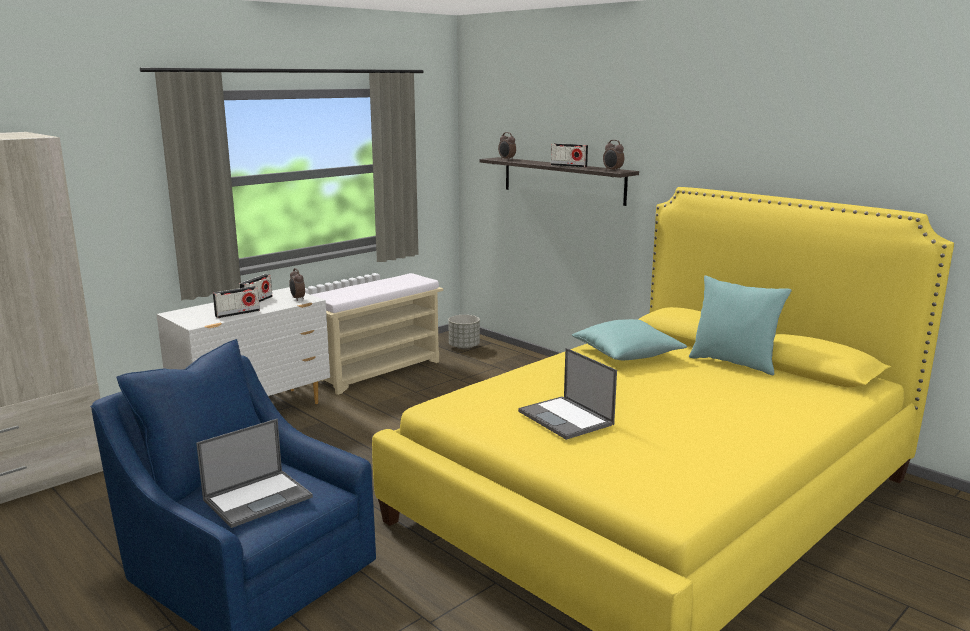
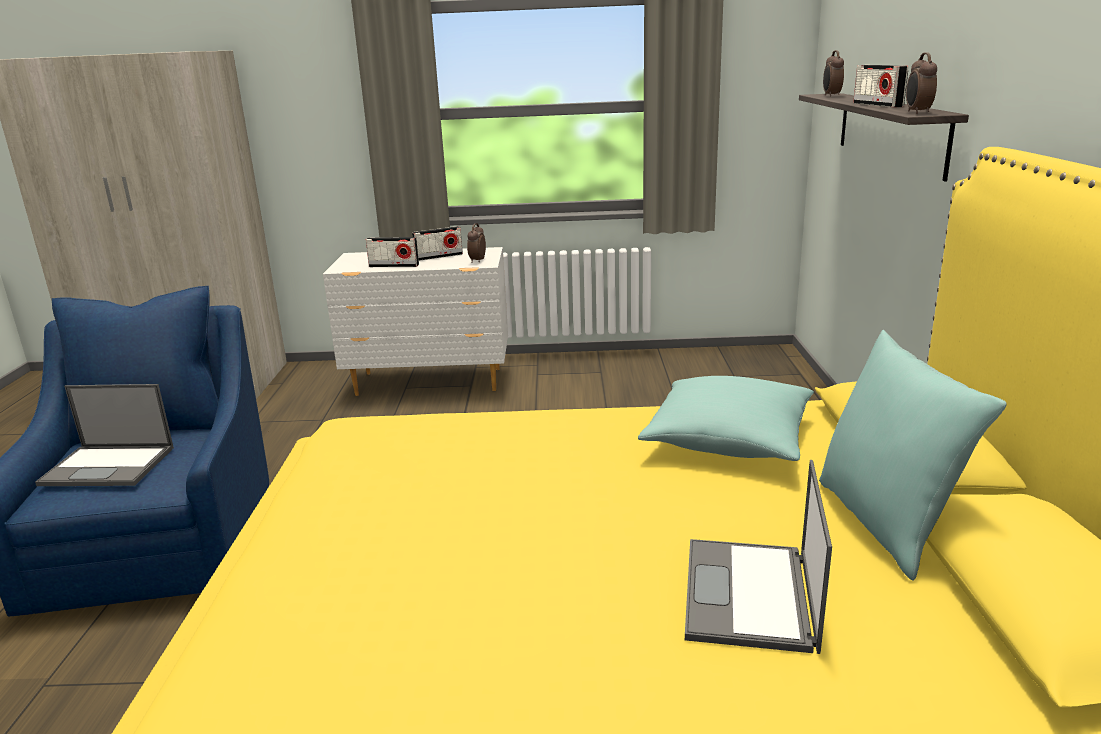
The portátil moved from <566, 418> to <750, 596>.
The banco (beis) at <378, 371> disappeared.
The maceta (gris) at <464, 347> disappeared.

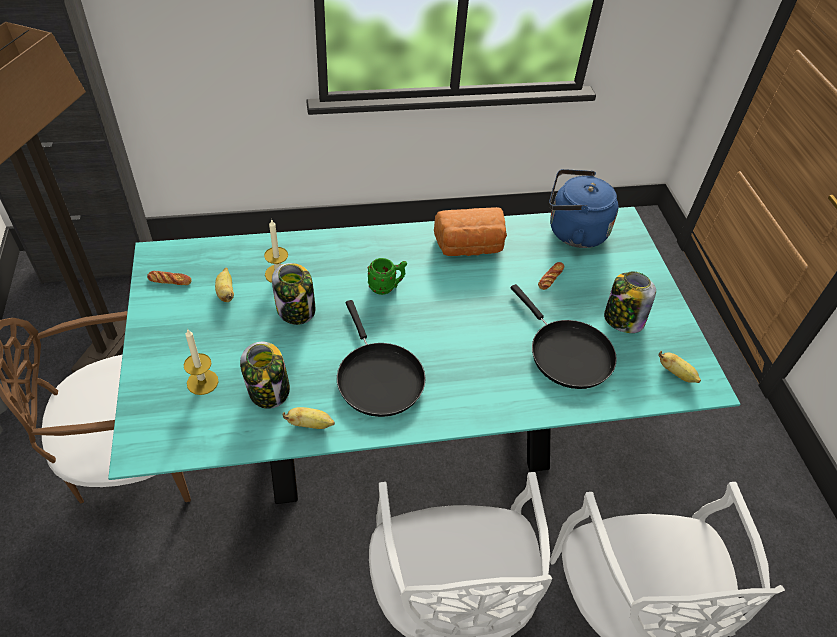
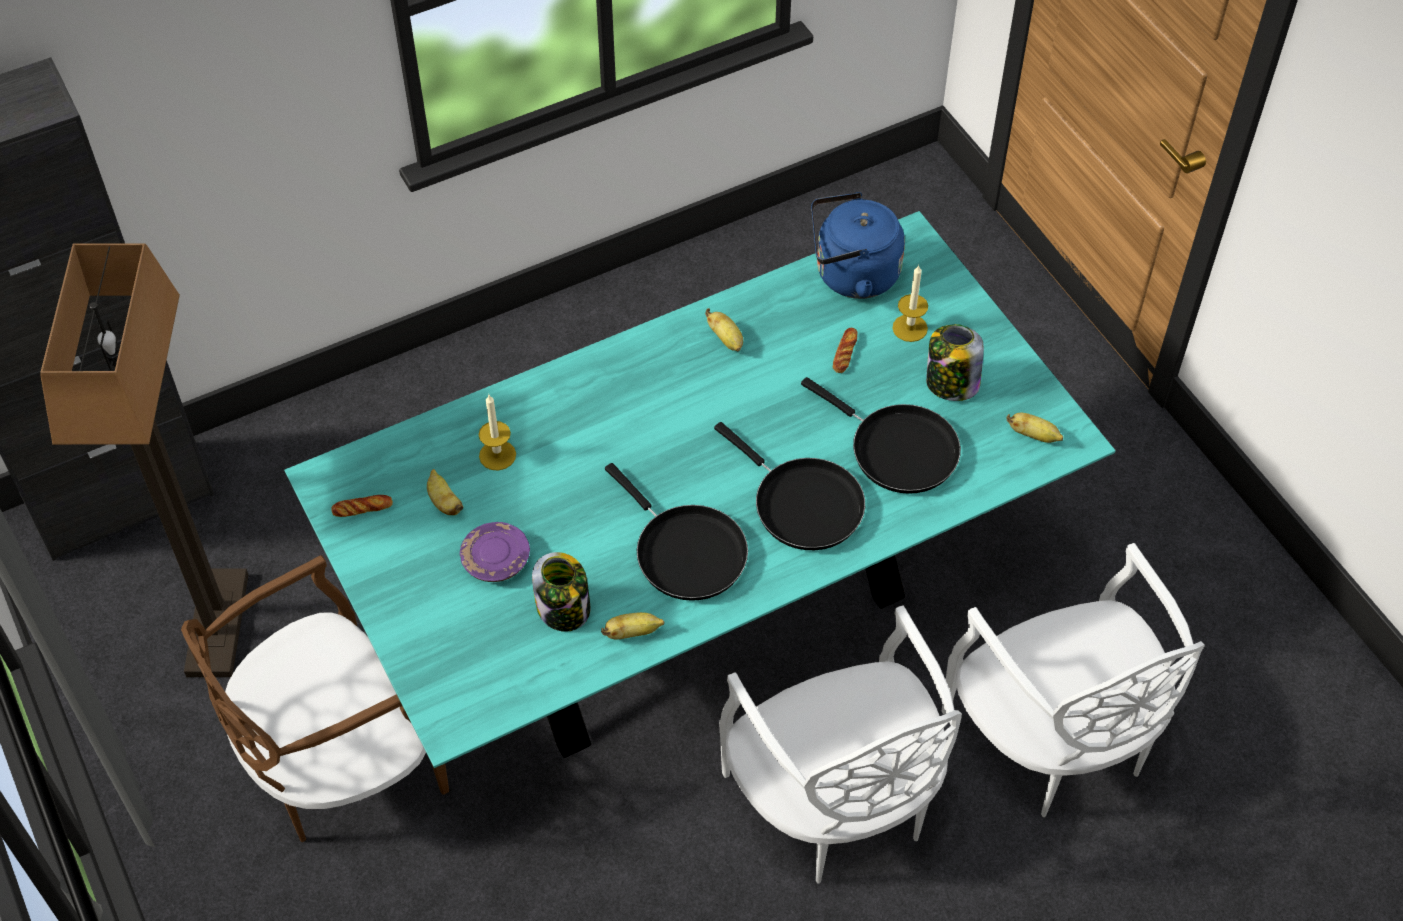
The plato (morado) at <496, 560> appeared.
The pan at <469, 247> was replaced by the plátano at <726, 339>.
The sartén (negro) at <802, 503> appeared.
The vela moved from <202, 382> to <910, 328>.
The tarro at <296, 310> disappeared.
The taza grande (verde) at <386, 287> disappeared.

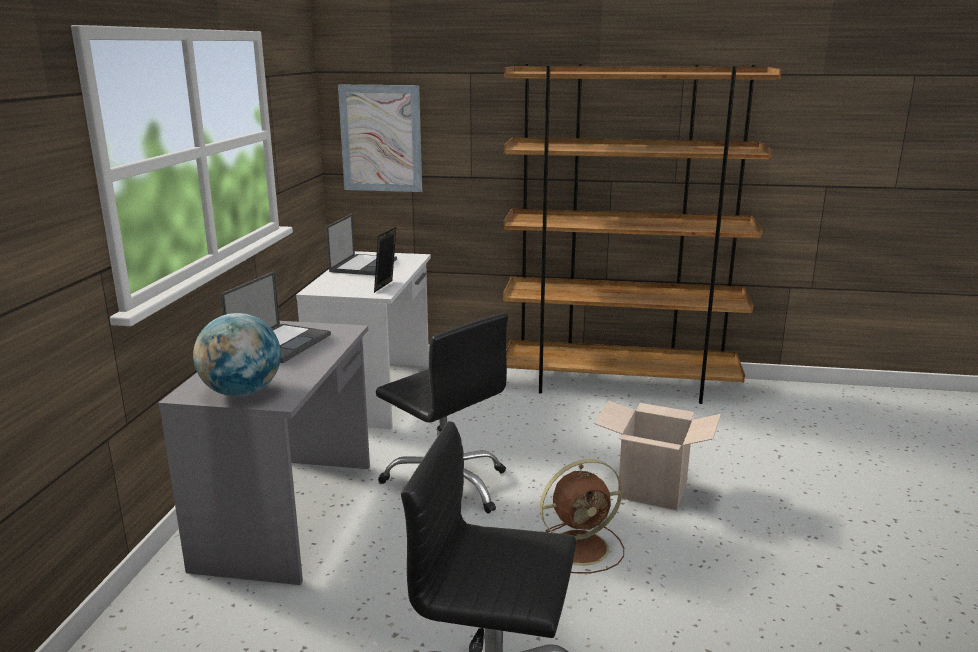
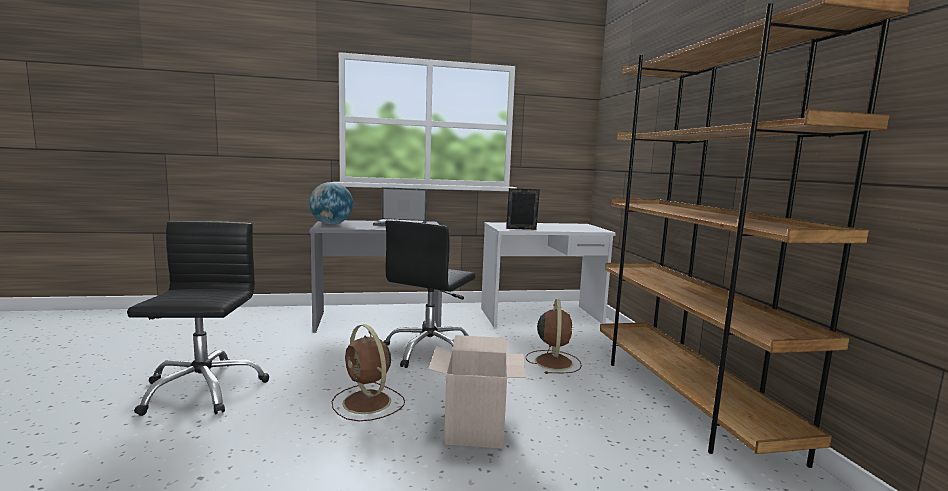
The ventilador (marrón) at <553, 361> appeared.
The portátil at <363, 265> disappeared.
The cuadro at <381, 138> disappeared.

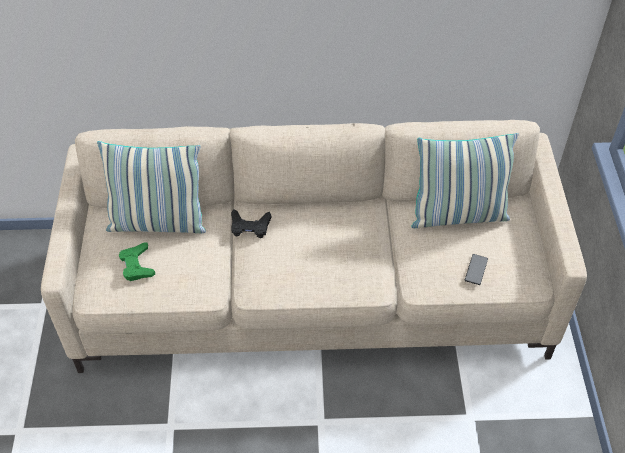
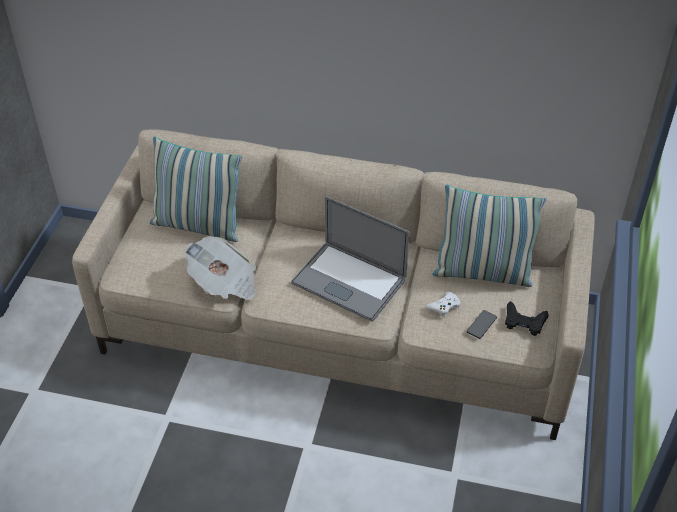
The periódico at <224, 283> appeared.
The portátil at <349, 281> appeared.
The mando de consola (blanco) at <444, 306> appeared.
The mando de consola (negro) moved from <250, 226> to <524, 322>.
The mando de consola (verde) at <137, 265> disappeared.

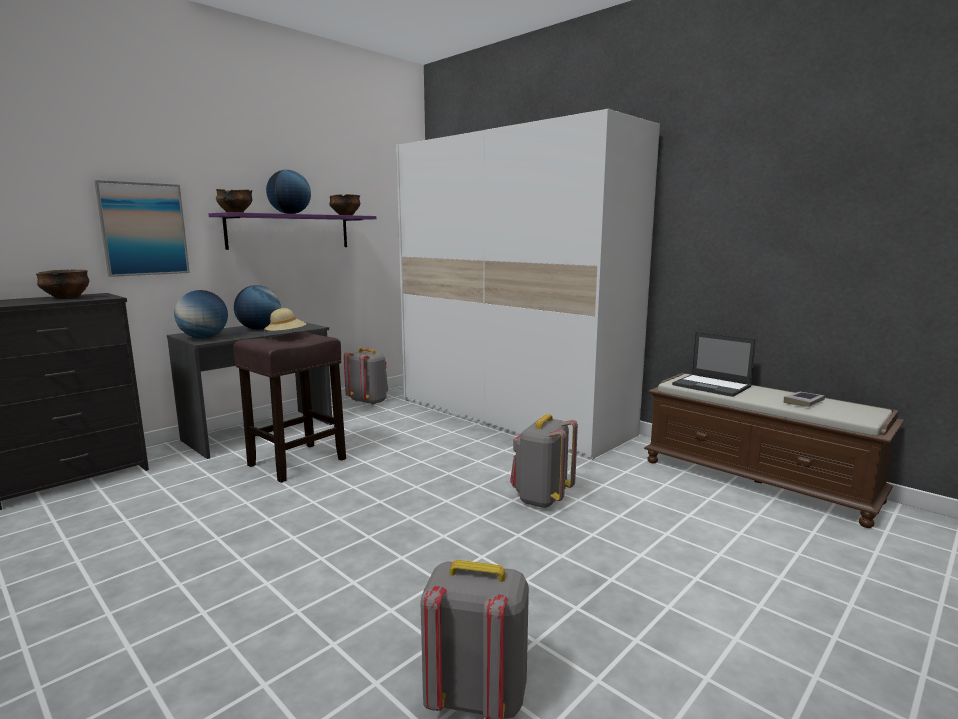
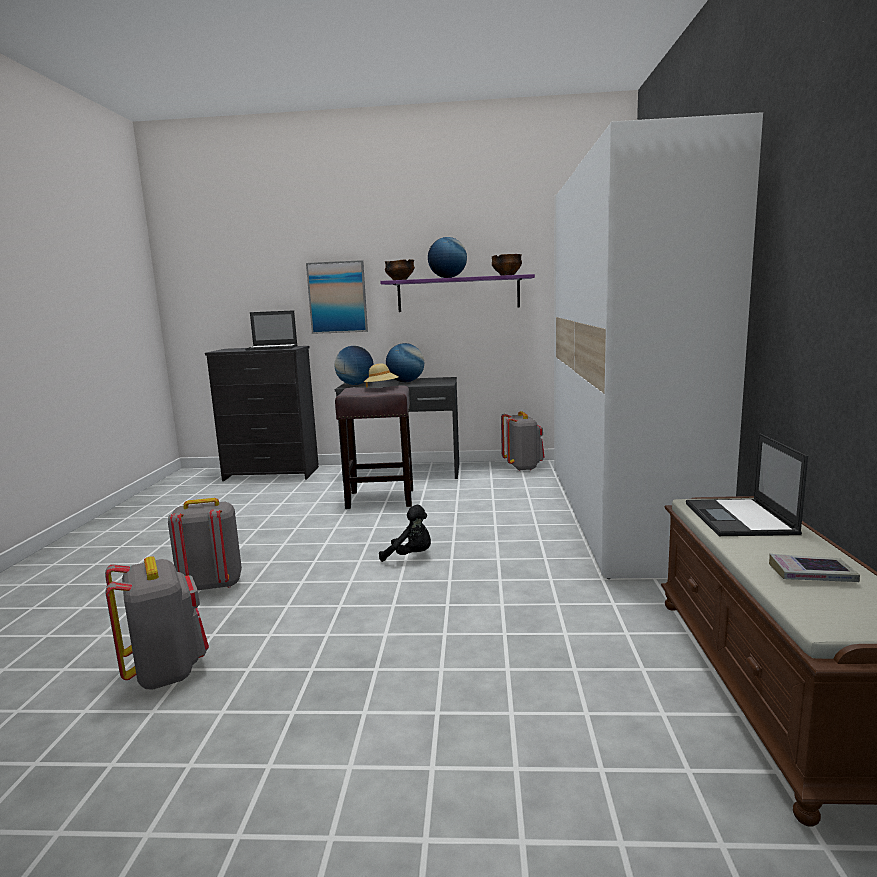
The mochila (gris) moved from <541, 498> to <211, 585>.
The cuenco at <66, 298> was replaced by the portátil at <273, 348>.
The peluche (negro) at <410, 556> appeared.

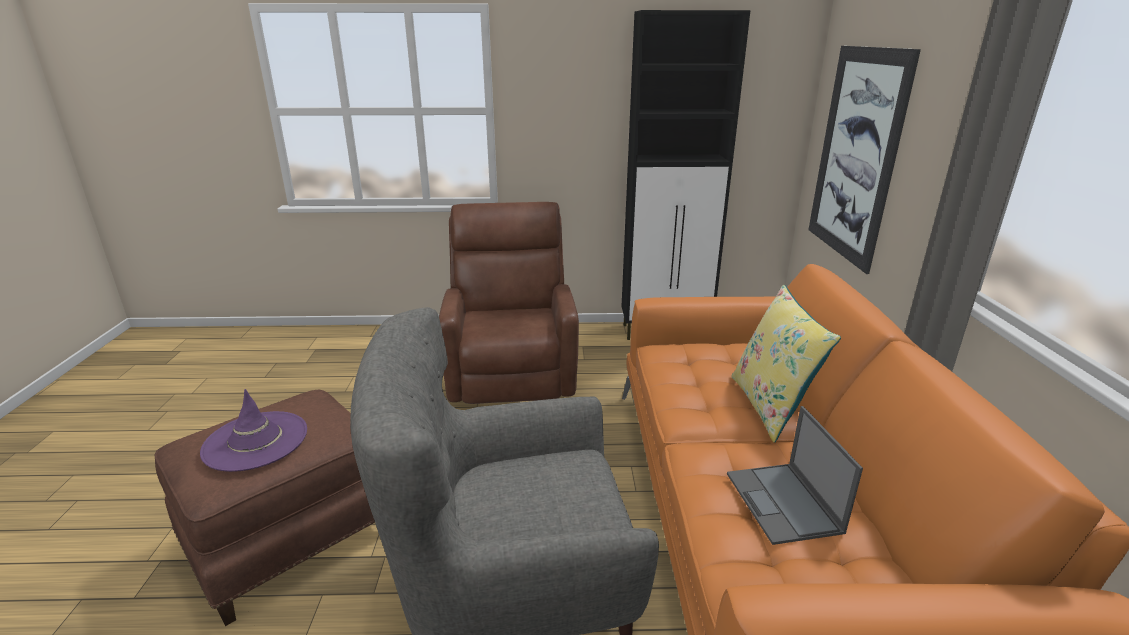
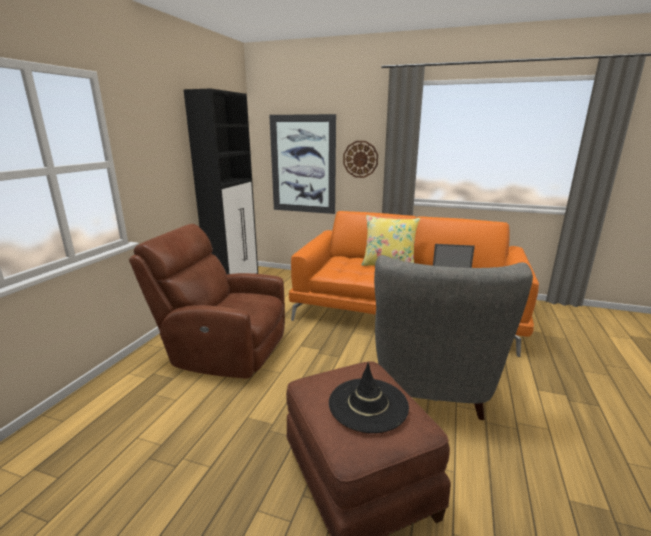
The sombrero (morado) at <255, 441> became the sombrero (negro) at <368, 404>.
The reloj de pared at <360, 159> appeared.

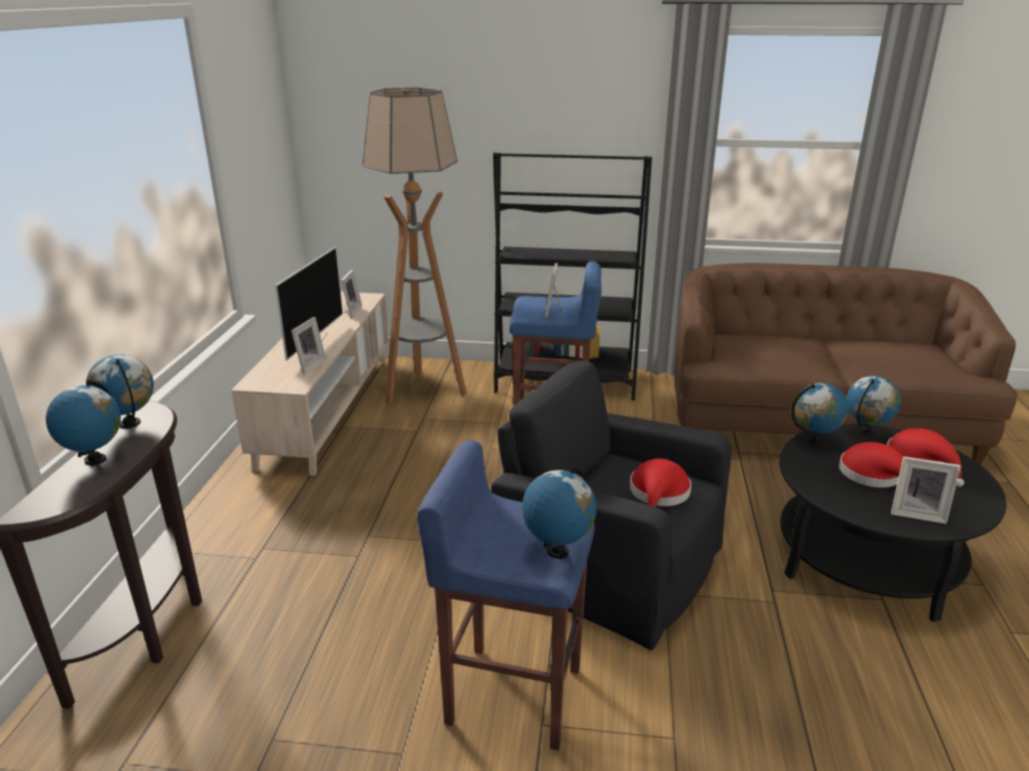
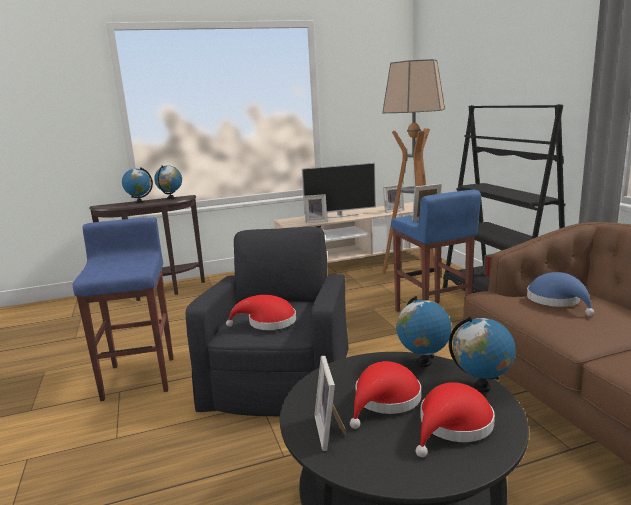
The sombrero (azul) at <556, 301> appeared.
The globo terráqueo at <557, 551> disappeared.

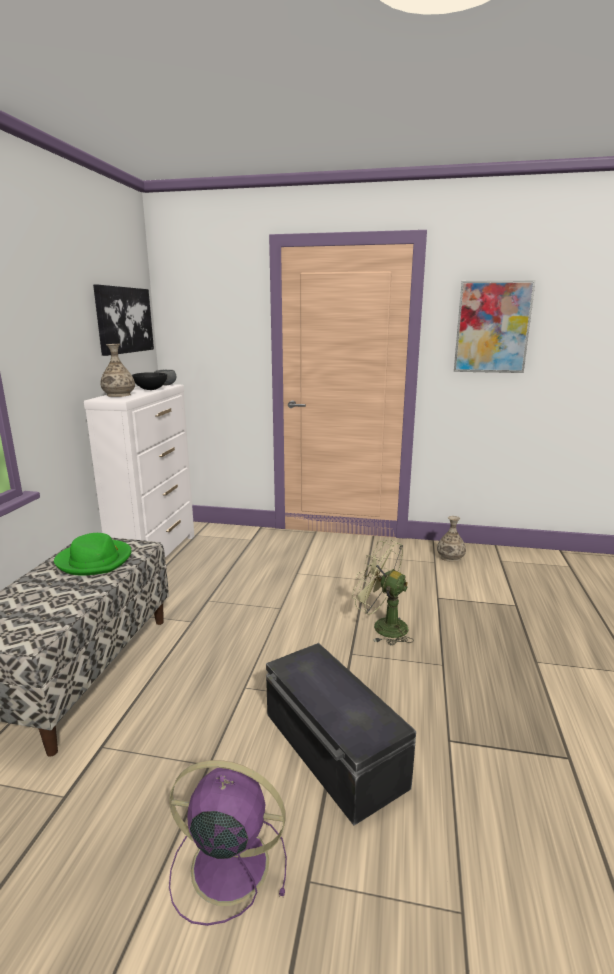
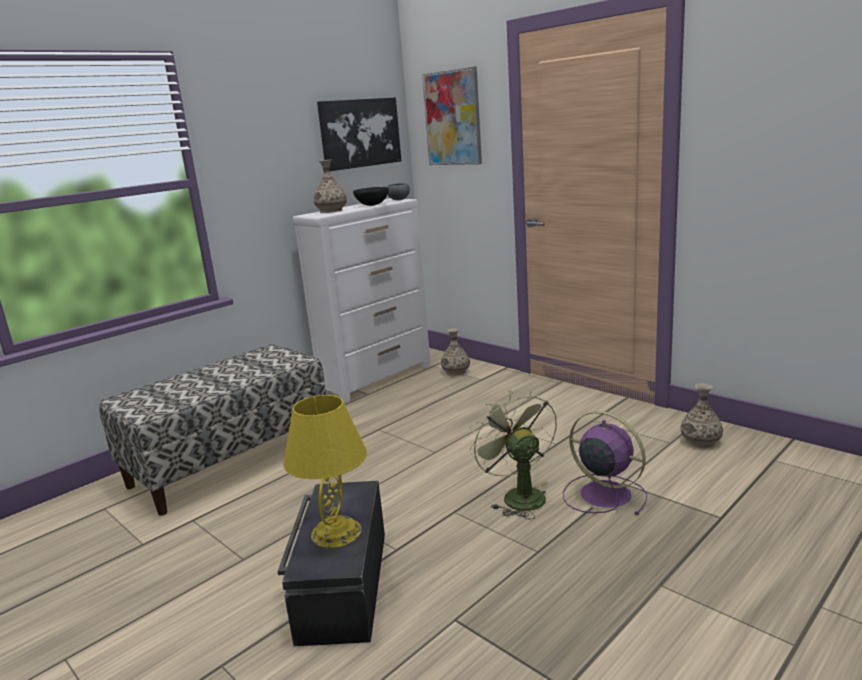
The lámpara de mesa (amarillo) at <336, 532> appeared.
The cuadro moved from <492, 327> to <452, 118>.
The florero at <455, 372> appeared.
The ventilador (morado) moved from <226, 864> to <603, 494>.
The sombrero (verde) at <95, 560> disappeared.

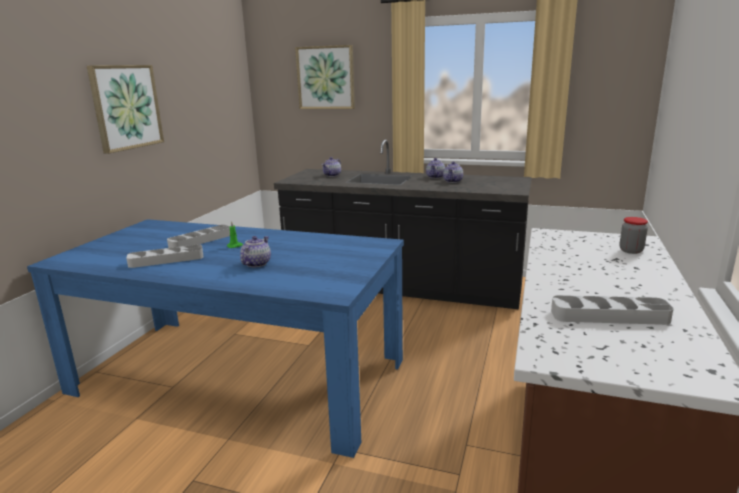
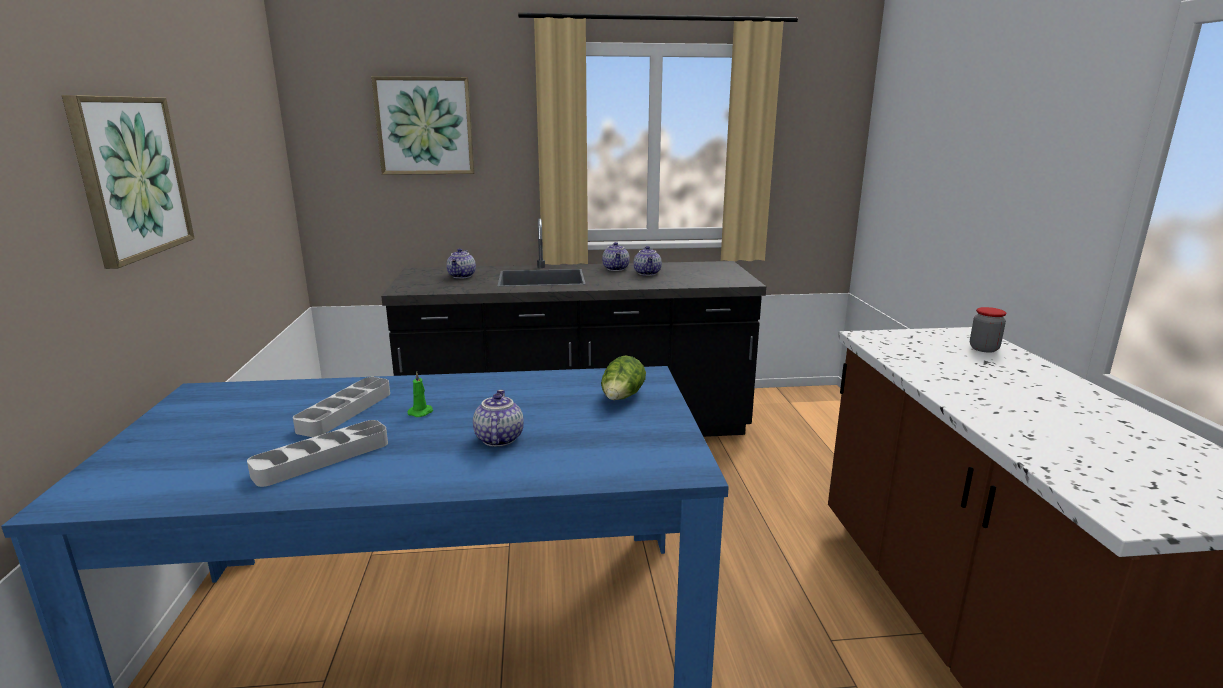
The lechuga at <622, 398> appeared.
The bandeja (gris) at <609, 316> disappeared.

